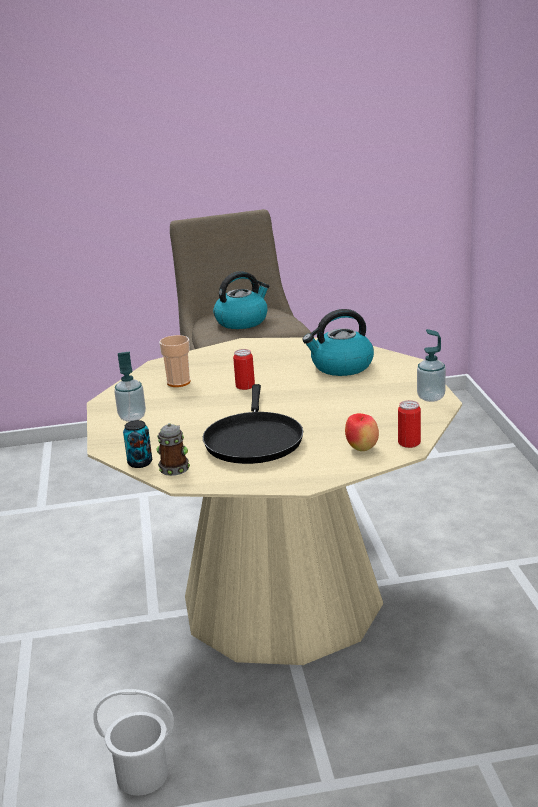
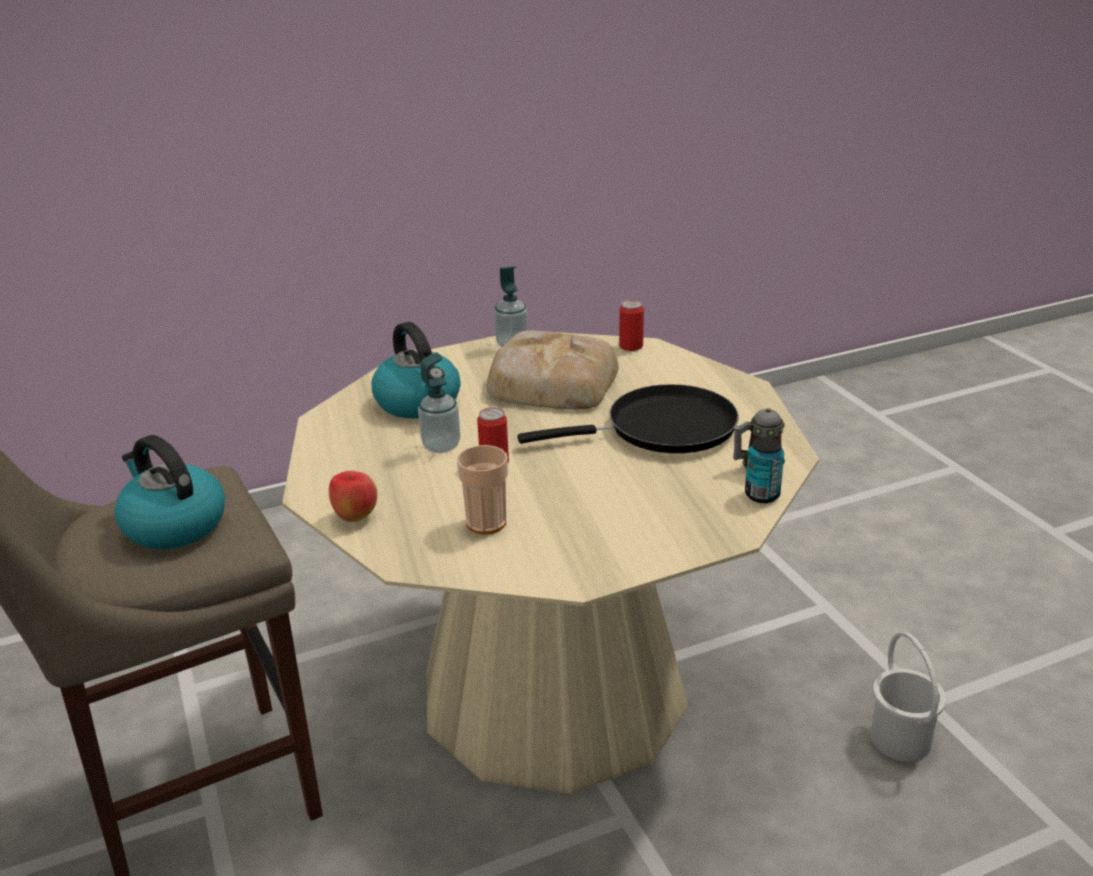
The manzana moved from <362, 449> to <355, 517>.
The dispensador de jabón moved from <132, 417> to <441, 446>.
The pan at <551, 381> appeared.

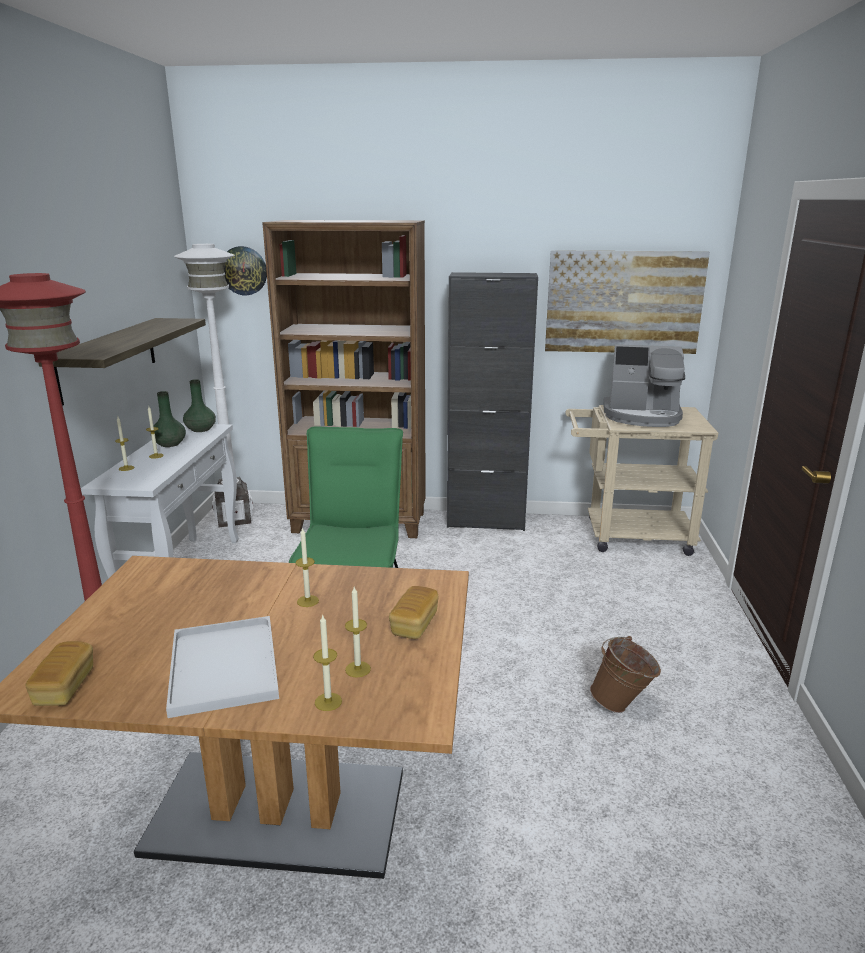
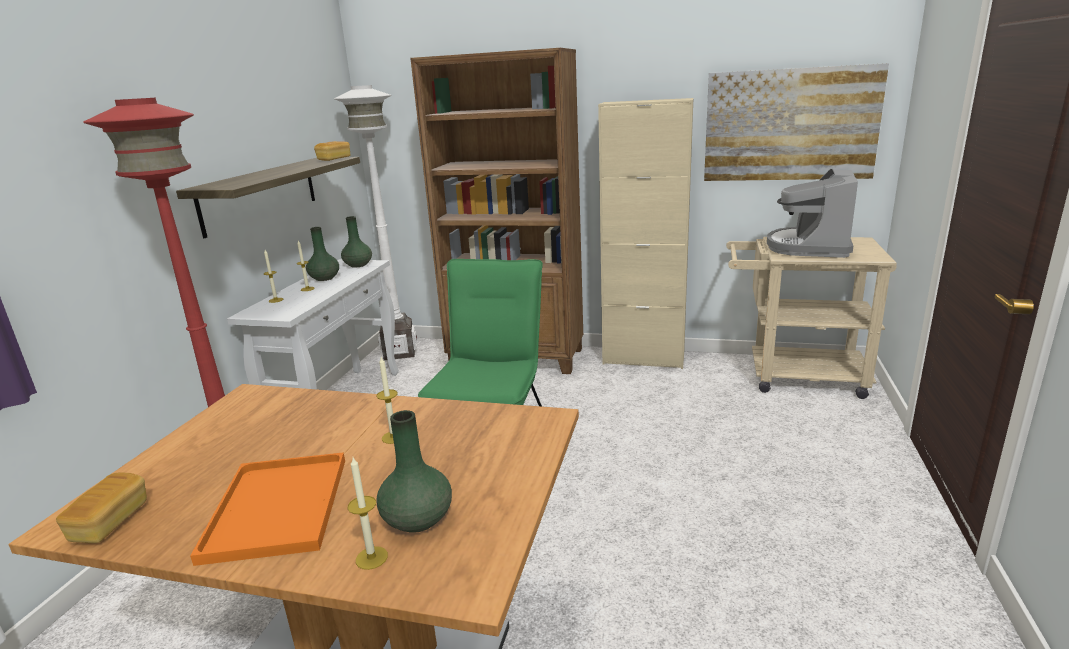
The bandeja (blanco) at <225, 667> became the bandeja (naranja) at <278, 509>.
The pan moved from <414, 624> to <334, 159>.
The vela at <358, 669> was replaced by the florero (verde) at <418, 519>.
The armario (negro) at <486, 522> became the armario (beis) at <643, 359>.
The cafetera at <642, 416> turned 90 degrees clockwise.
The reloj de pared at <244, 270> disappeared.
The cubo (marrón) at <622, 705> disappeared.

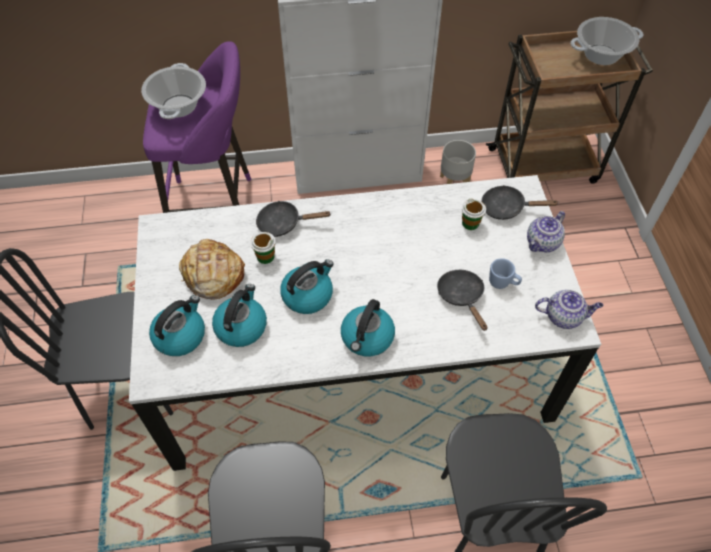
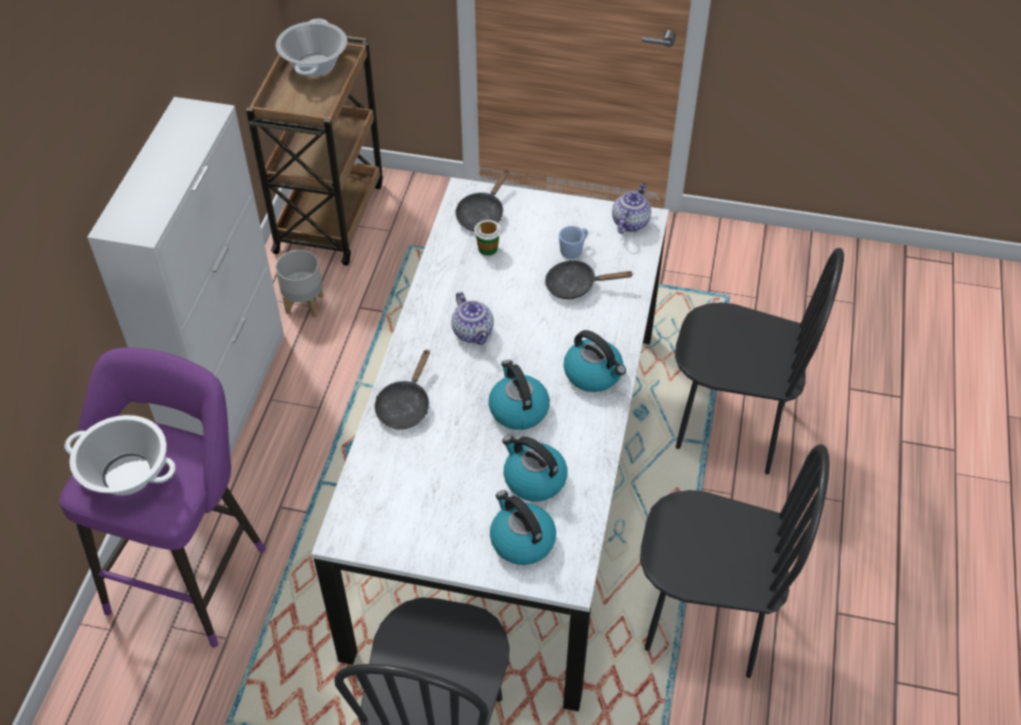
The tetera moved from <542, 243> to <473, 333>.
The pan at <213, 275> disappeared.
The taza at <265, 256> disappeared.

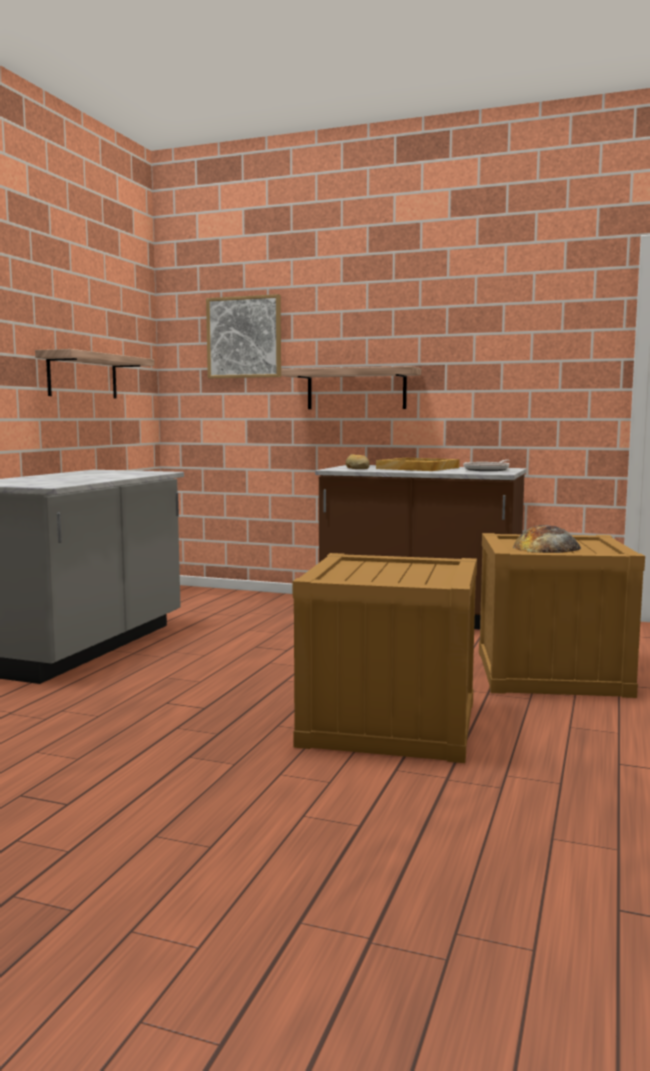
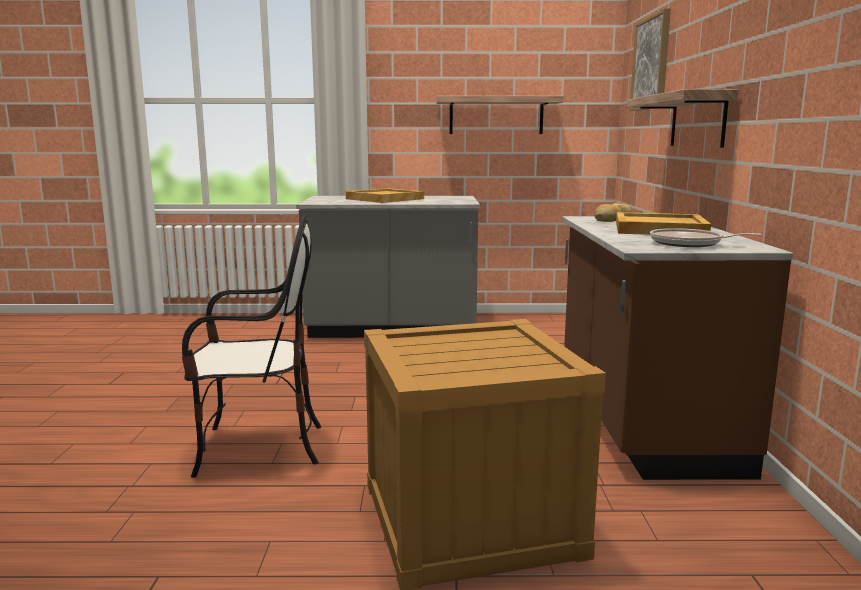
The caja de embalaje at <390, 723> was replaced by the silla at <258, 448>.
The bandeja (beis) at <384, 199> appeared.
The pan at <546, 547> disappeared.

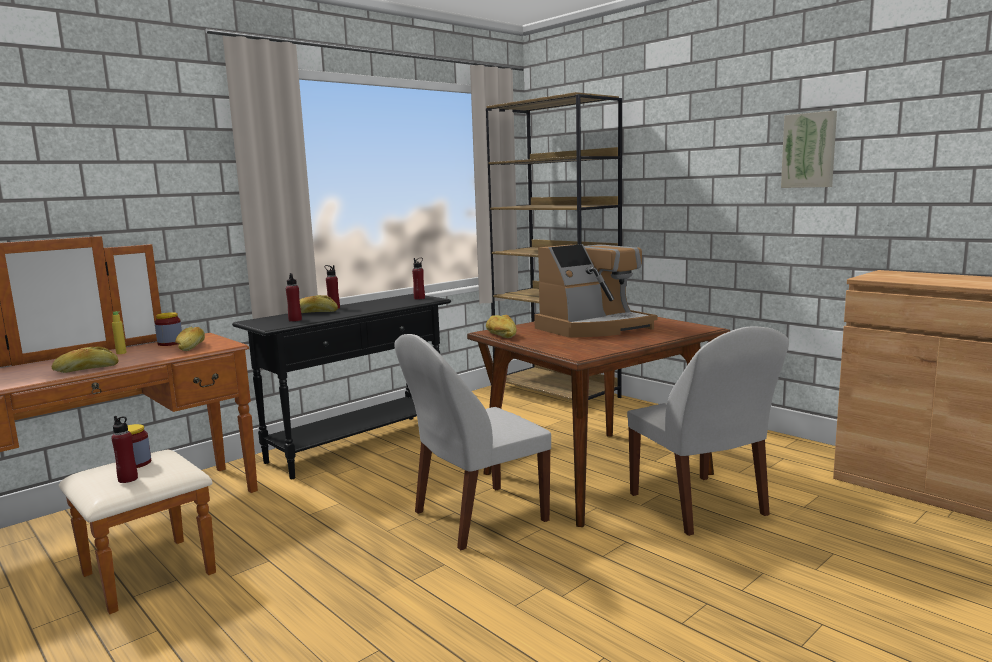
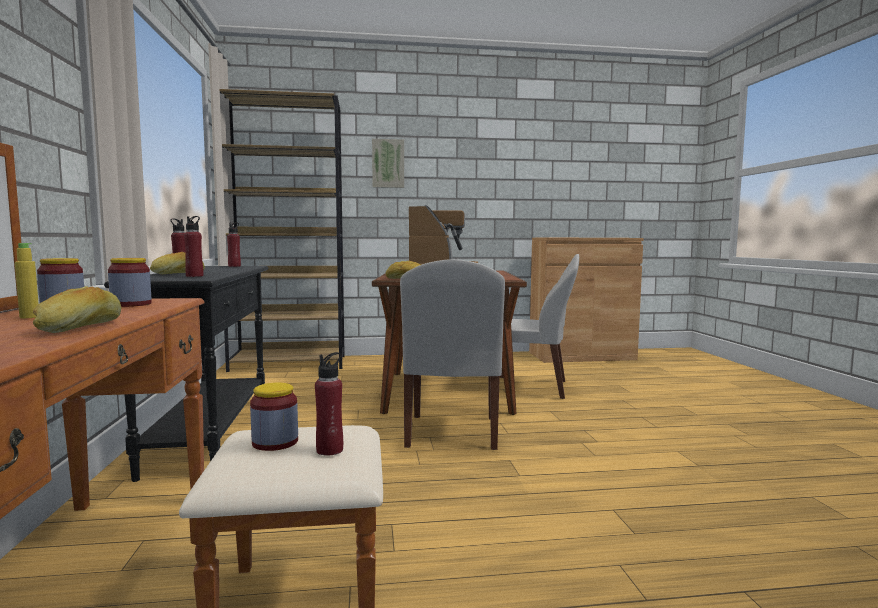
The pan at <191, 347> was replaced by the tarro at <131, 304>.
The cuadro moved from <809, 150> to <388, 163>.

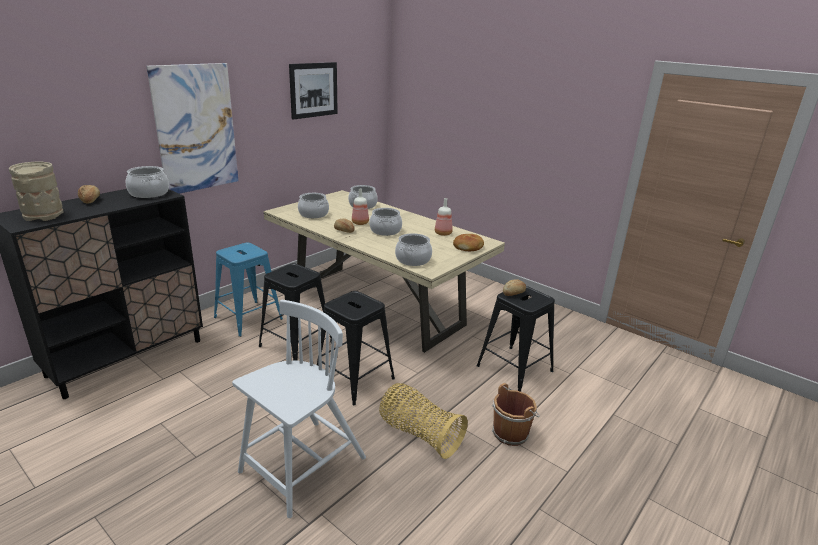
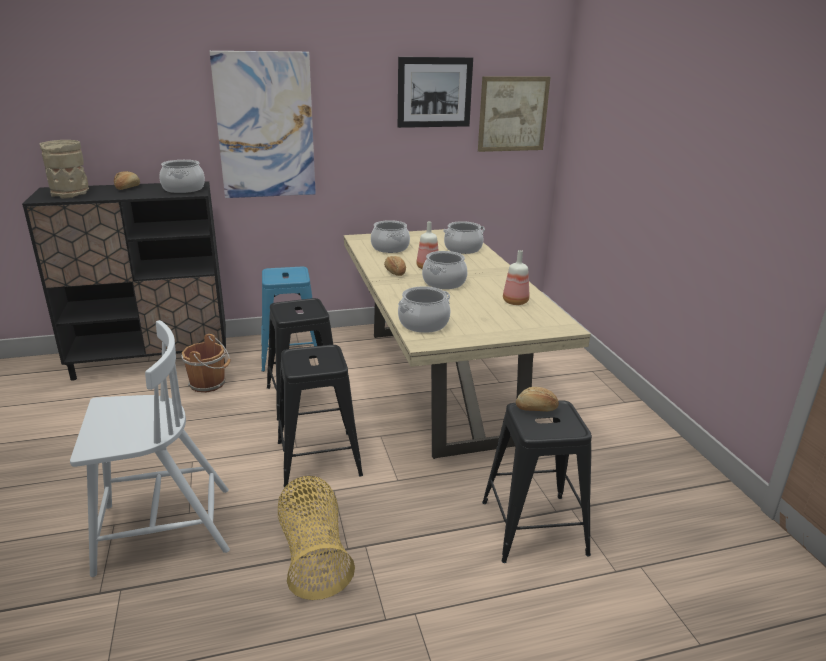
The cubo (marrón) moved from <511, 432> to <209, 384>.
The cuadro at <513, 114> appeared.
The pan at <468, 247> disappeared.

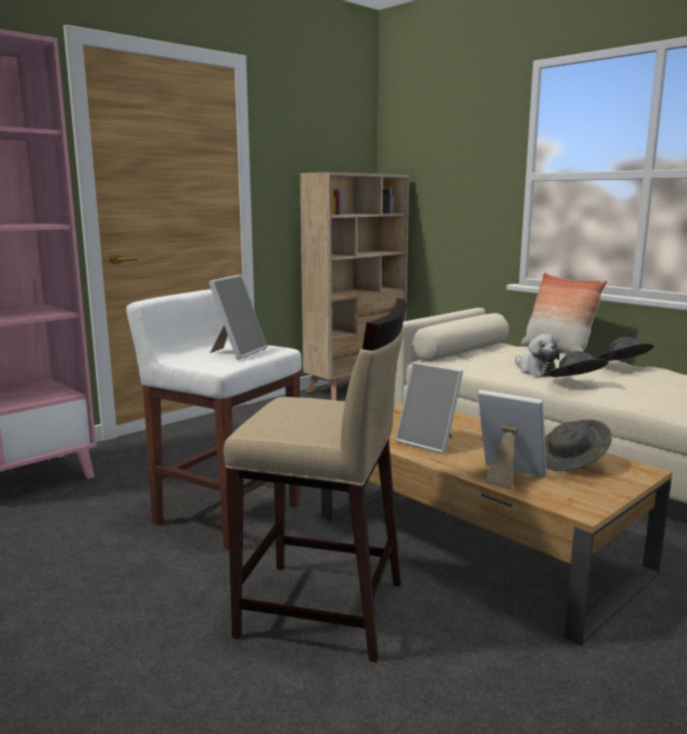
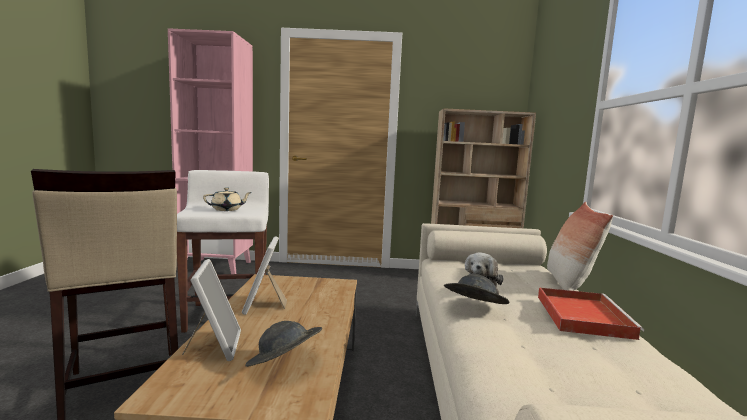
The portarretratos at <237, 352> was replaced by the tetera (beis) at <227, 209>.
The sombrero (gris) at <623, 366> was replaced by the bandeja (rojo) at <581, 315>.

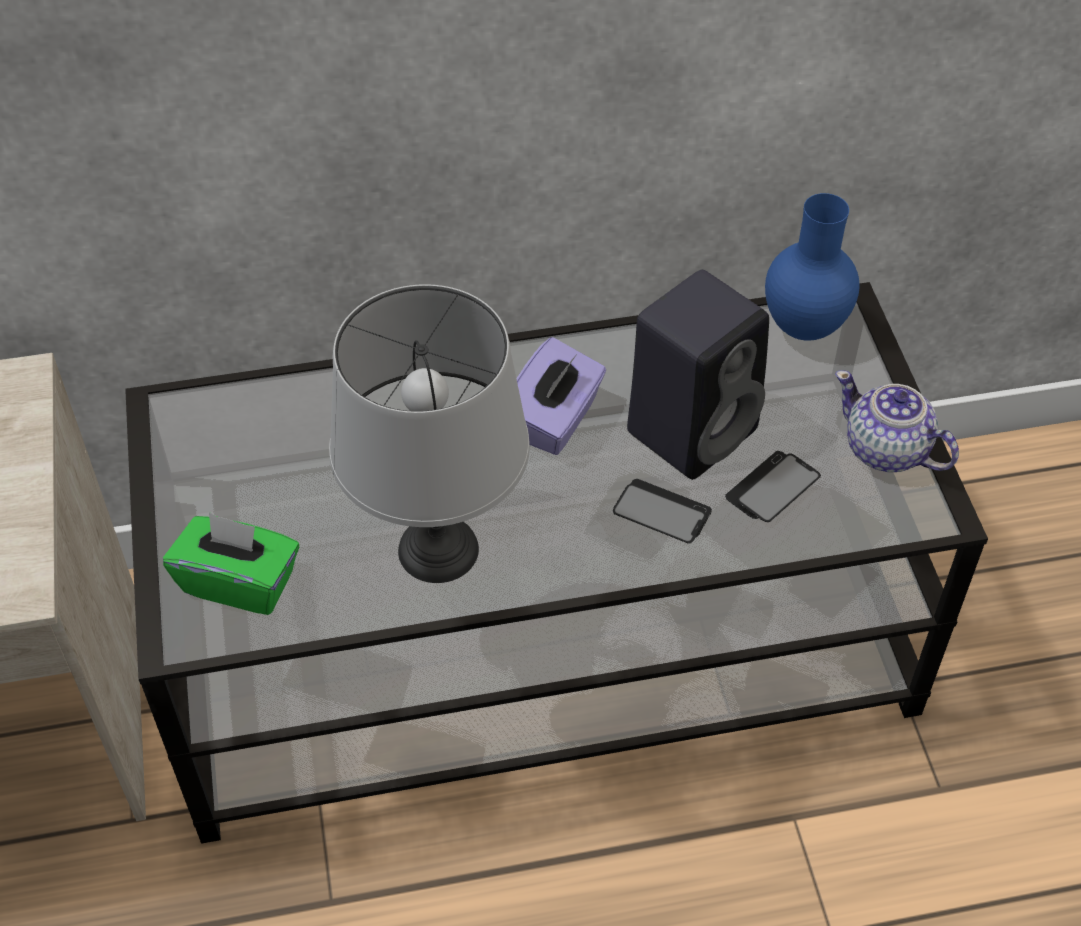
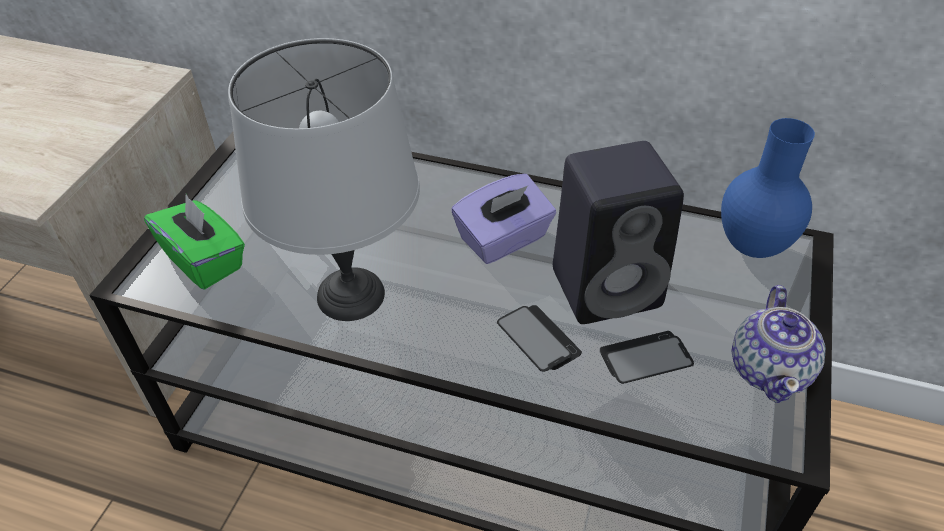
The tetera at <886, 451> turned 150 degrees counterclockwise.

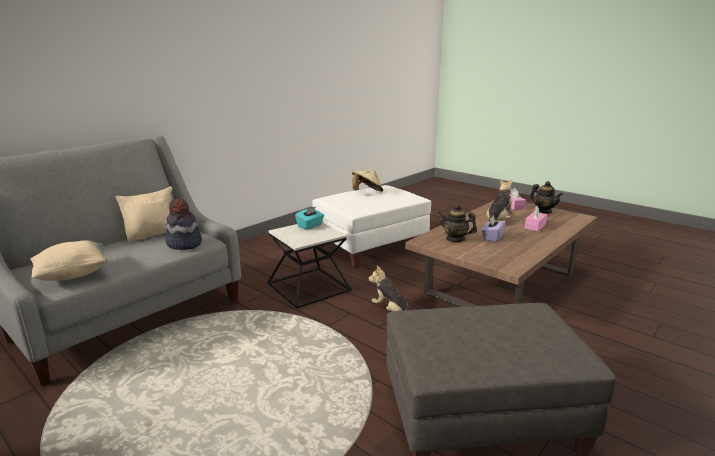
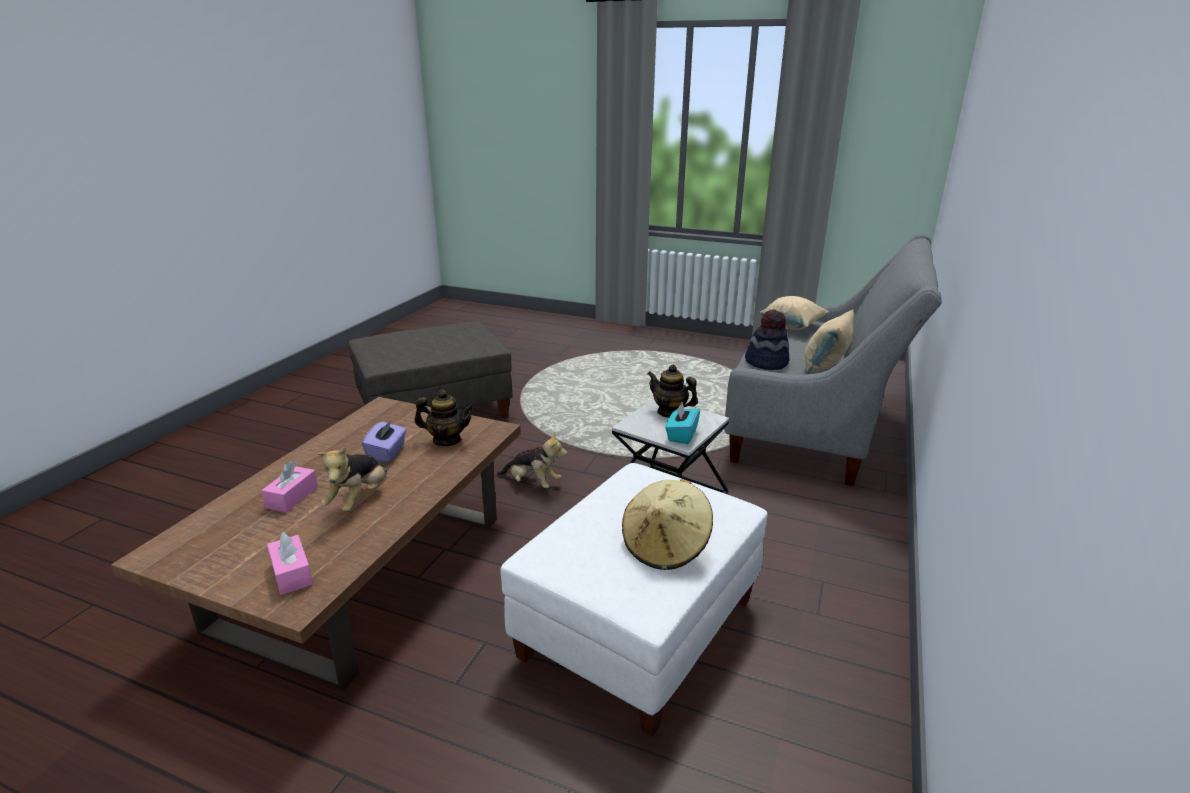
The tetera moved from <543, 211> to <670, 412>.

